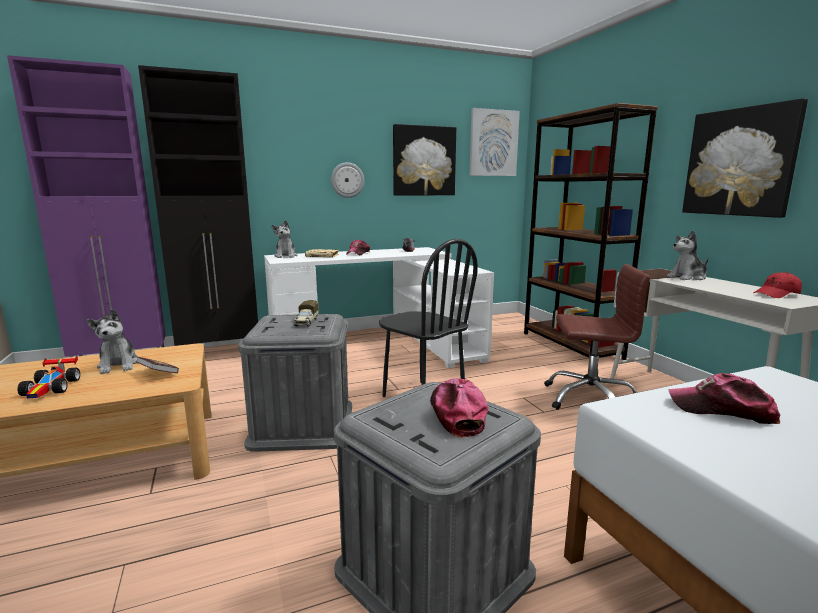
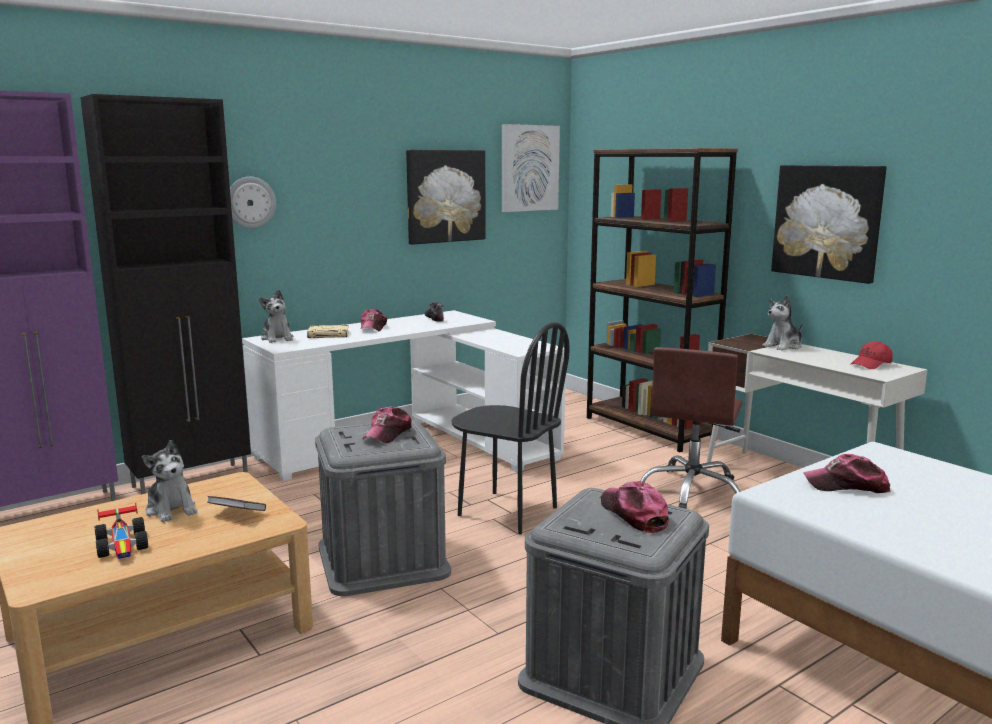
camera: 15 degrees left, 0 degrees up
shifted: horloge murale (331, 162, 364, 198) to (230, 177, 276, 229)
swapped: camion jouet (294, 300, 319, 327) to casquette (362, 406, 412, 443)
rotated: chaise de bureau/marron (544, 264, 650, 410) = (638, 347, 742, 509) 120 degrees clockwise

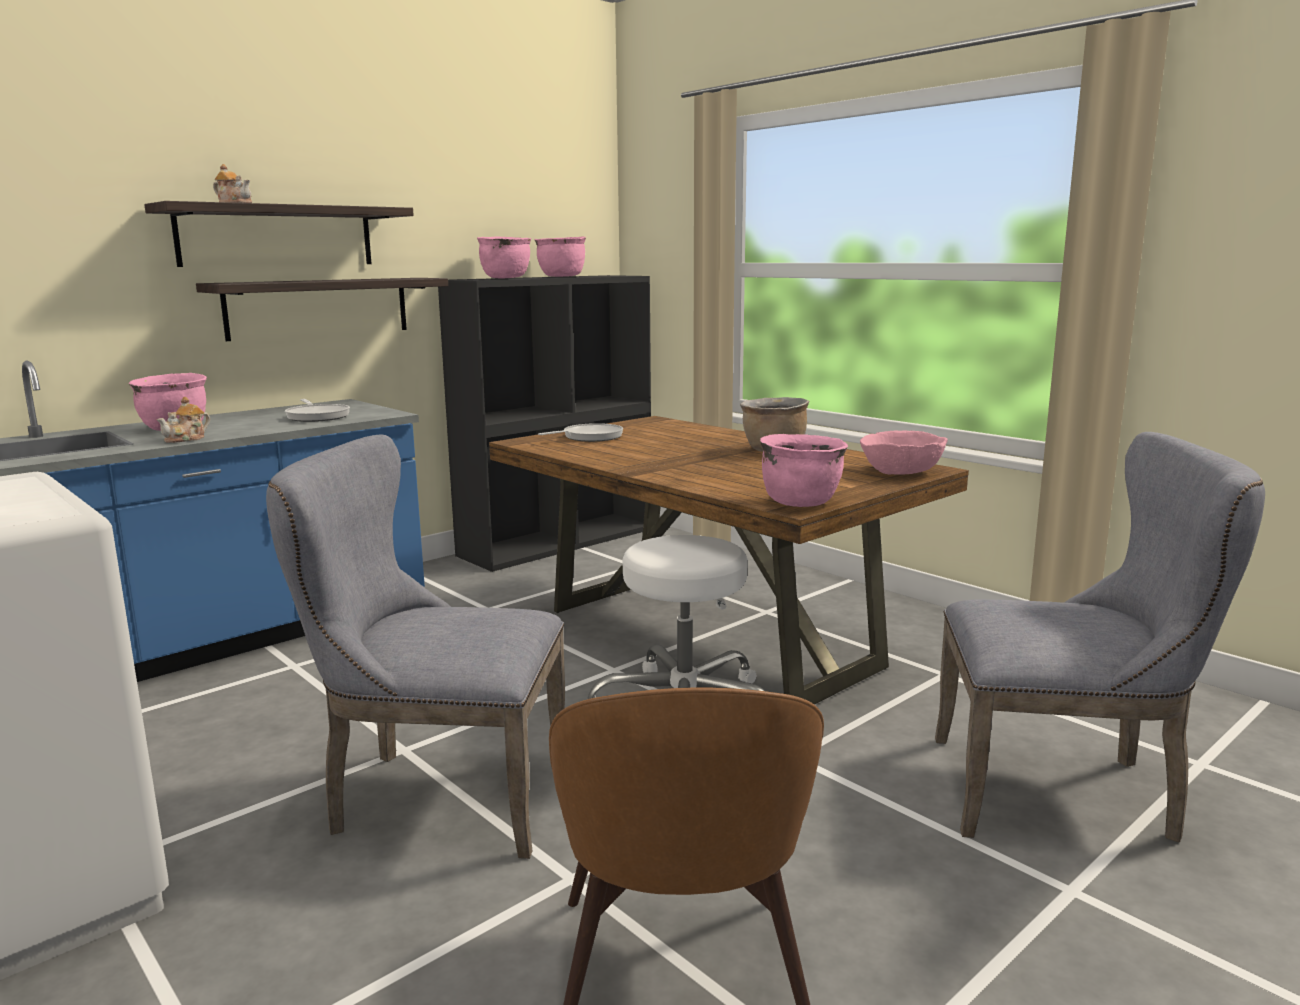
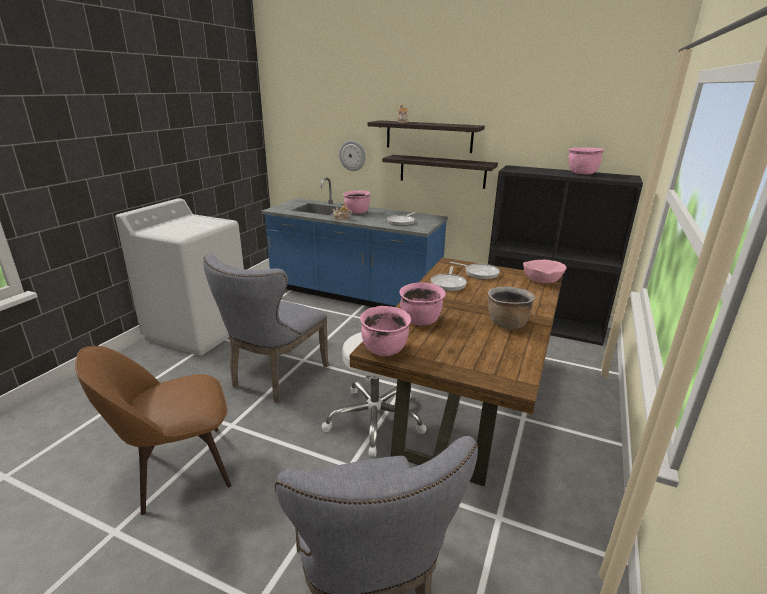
camera: 65 degrees right, 10 degrees up
new: horloge murale (339, 140, 366, 171); poêle (431, 266, 467, 291)
shifted: marmite/rose (477, 236, 531, 278) to (399, 282, 446, 326); bol/rose (860, 430, 948, 475) to (523, 260, 566, 283)
rotated: chaise/gris (266, 435, 565, 859) = (203, 254, 329, 403) 135 degrees counterclockwise

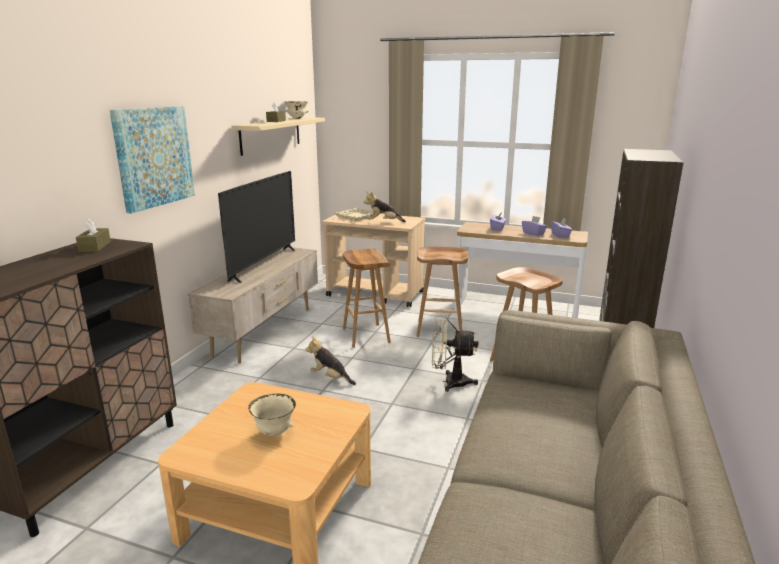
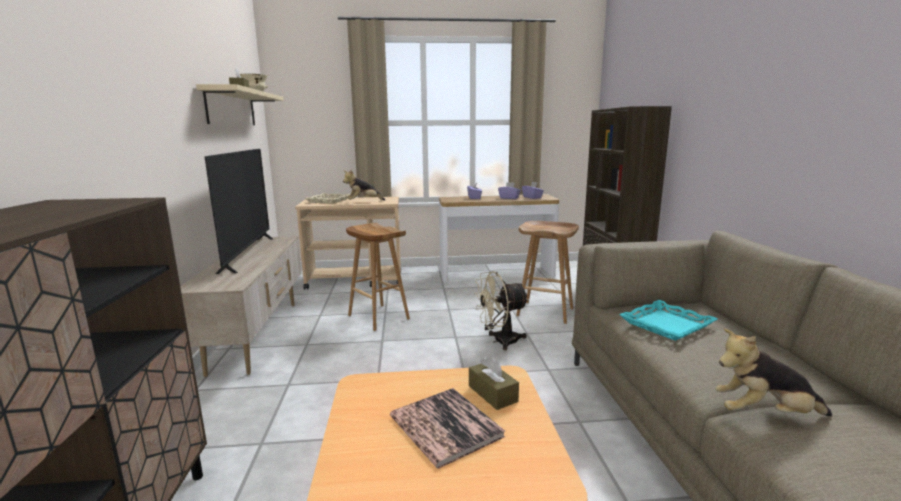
camera: 25 degrees left, 5 degrees down
gone: tableau (110, 106, 195, 214); tabouret/marron (417, 247, 468, 337)
new: plateau/turquoise (619, 300, 717, 341)
shifted: boîte à mouchoirs/marron (76, 218, 111, 252) to (469, 355, 519, 410); peluche (305, 336, 356, 385) to (715, 328, 832, 416)
swapped: bol/beige (248, 394, 296, 436) to livre (390, 388, 505, 469)

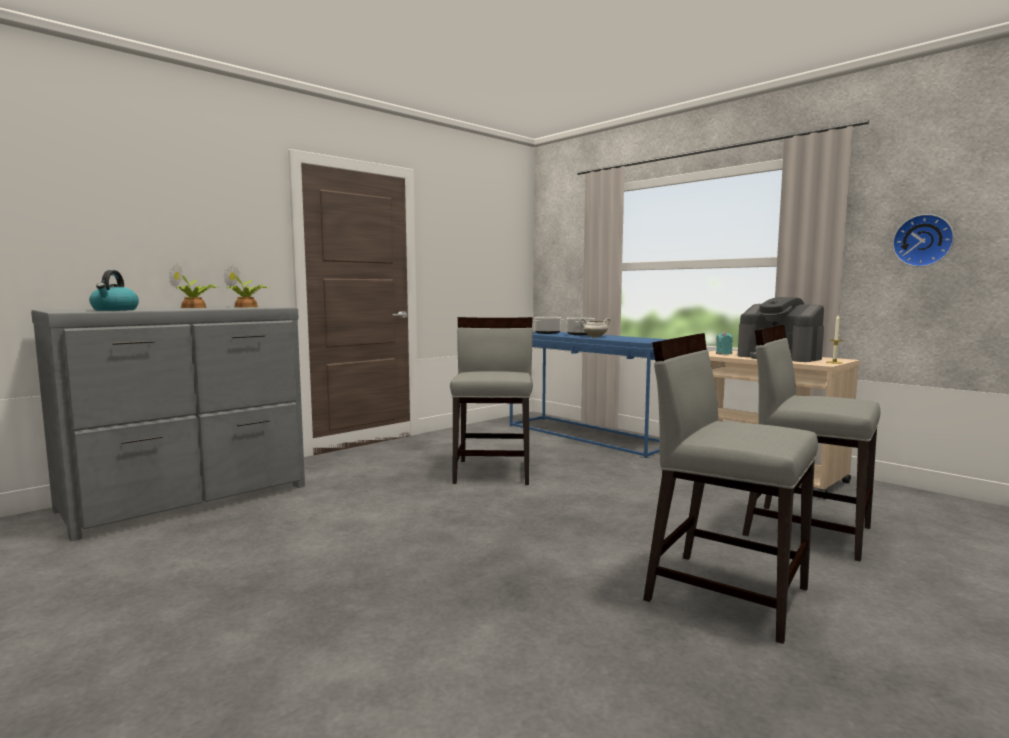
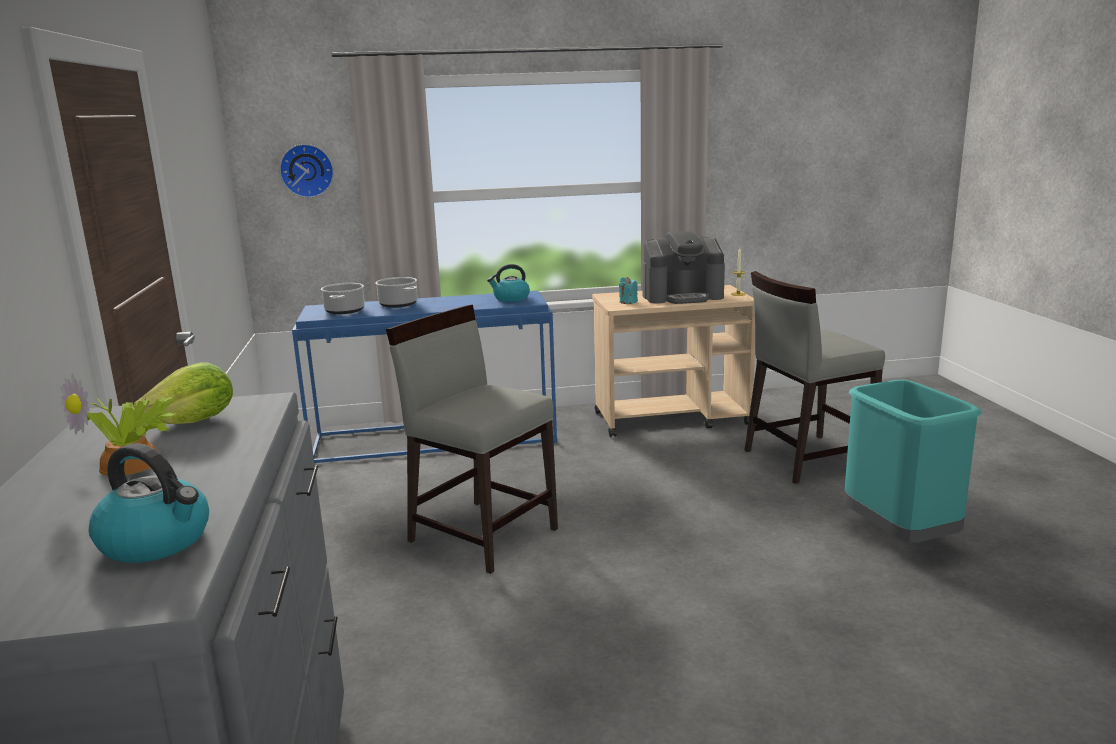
camera: 55 degrees left, 10 degrees up
gone: marmite/blanc (580, 318, 610, 337)
new: bouilloire (487, 264, 530, 302)
shifted: horloge murale (892, 214, 954, 267) to (279, 144, 334, 198)
swapped: plante en pot (223, 265, 270, 307) to laitue (134, 362, 233, 424); chaise/gris (643, 333, 818, 644) to poubelle/turquoise (844, 380, 982, 543)

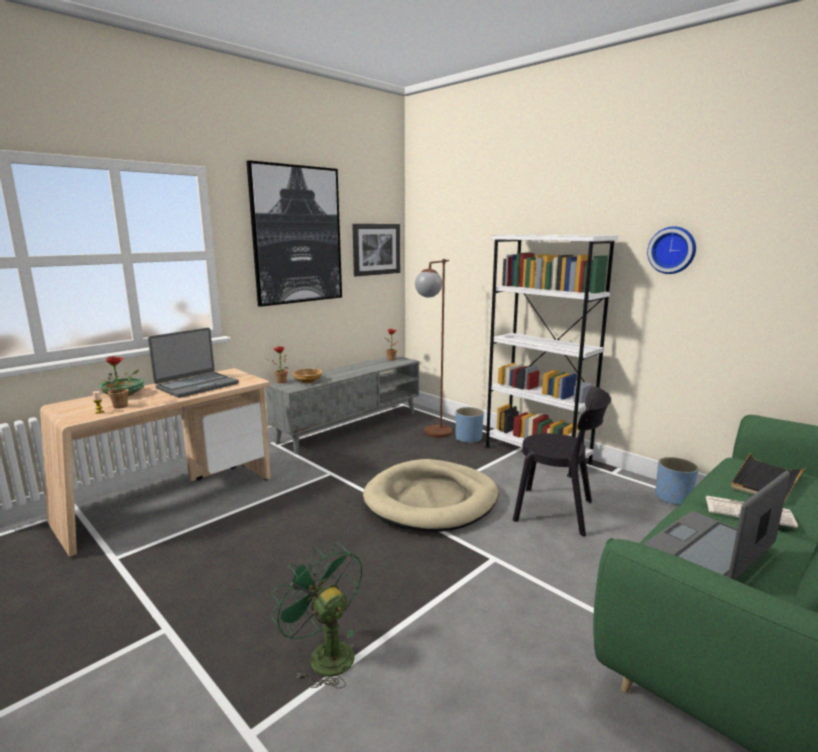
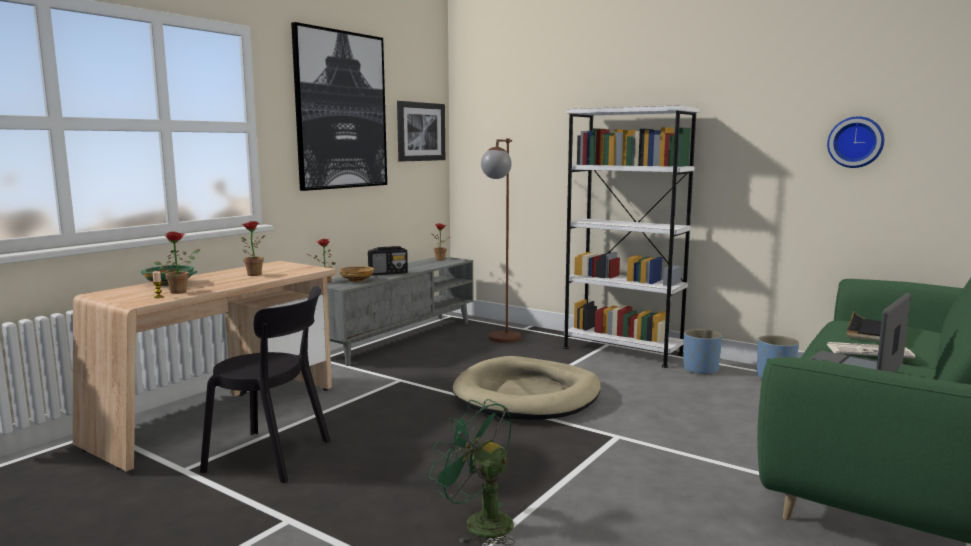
camera: 10 degrees left, 5 degrees down
new: radio (368, 246, 408, 275)
shifted: chaise/noir (513, 386, 611, 537) to (200, 286, 331, 483); cache-pot/bleu (456, 407, 484, 444) to (683, 329, 722, 375); horloge murale (647, 226, 696, 274) to (827, 116, 884, 168)
swapped: ordinateur portable (148, 328, 239, 398) to plante en pot (241, 221, 265, 276)

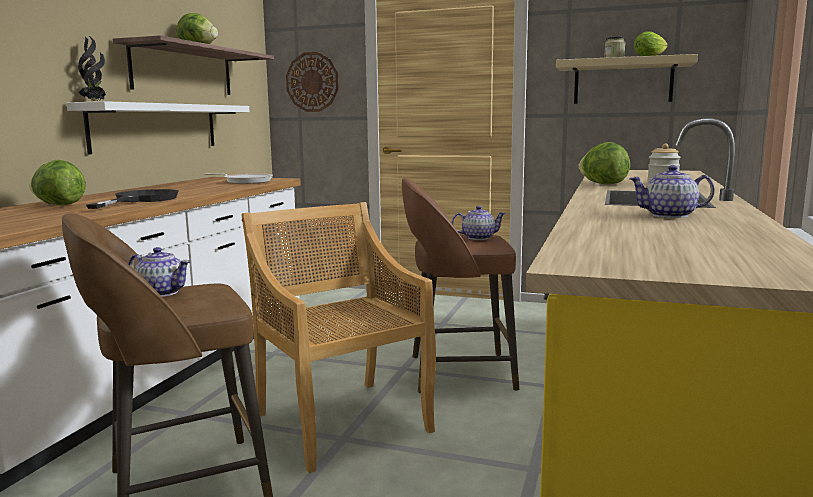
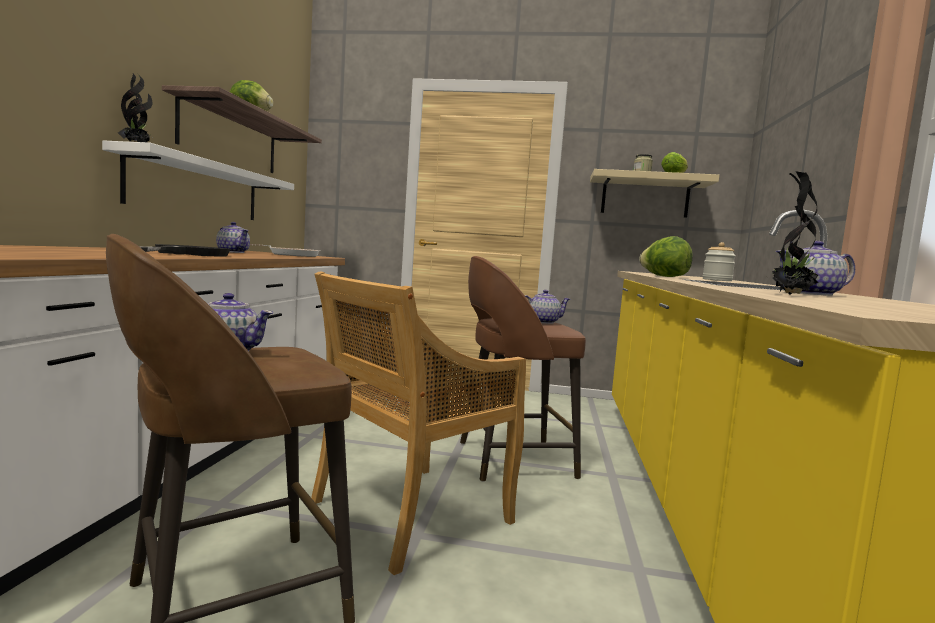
camera: 10 degrees left, 5 degrees down
gone: laitue (30, 160, 86, 206); horloge murale (286, 52, 339, 112)
new: théière (216, 222, 250, 253); plante en pot (768, 171, 818, 295)
rotated: chaise/beige (241, 202, 436, 473) = (311, 271, 526, 575) 90 degrees counterclockwise

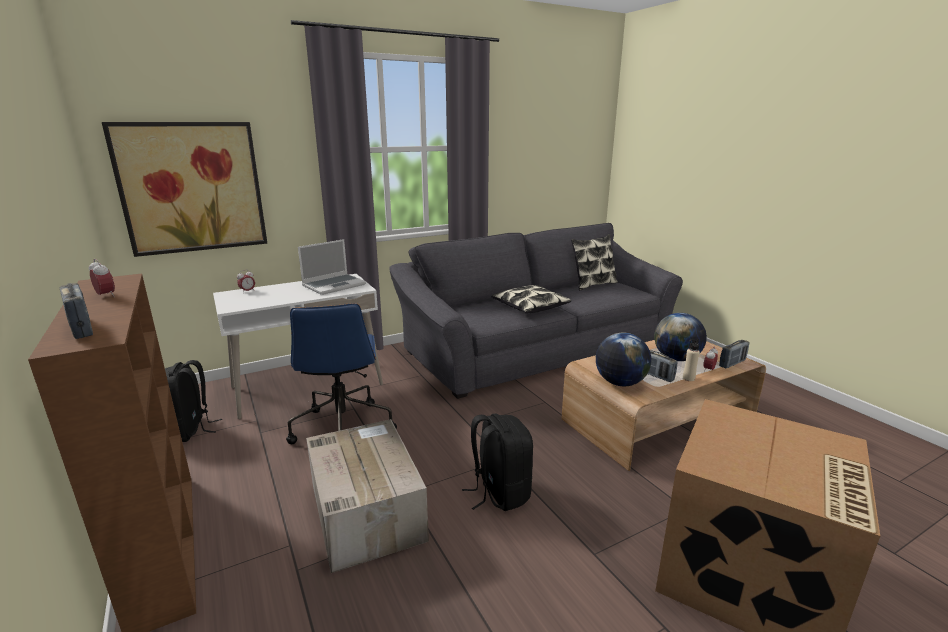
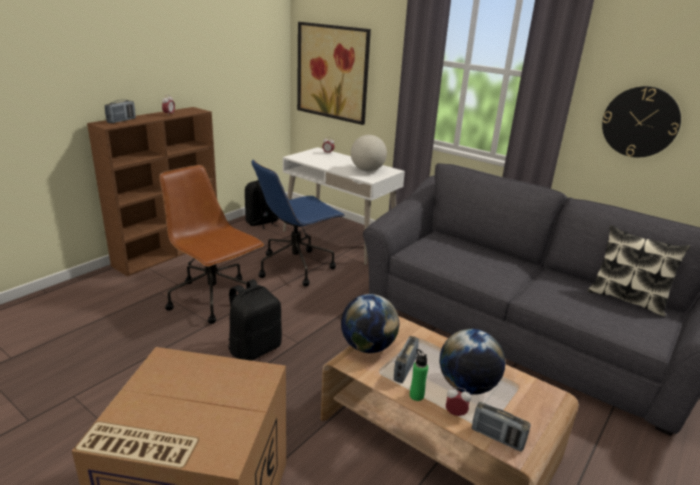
camera: 65 degrees right, 5 degrees up
gone: coussin (491, 285, 571, 313)
new: horloge murale (602, 86, 681, 157)
swapped: carton (306, 419, 429, 573) to chaise de bureau/marron (159, 165, 264, 324); ordinateur portable (298, 239, 366, 295) to globe (351, 135, 387, 172)
repainted: bouteille/beige (683, 339, 700, 381) to bouteille/vert (410, 349, 428, 401)

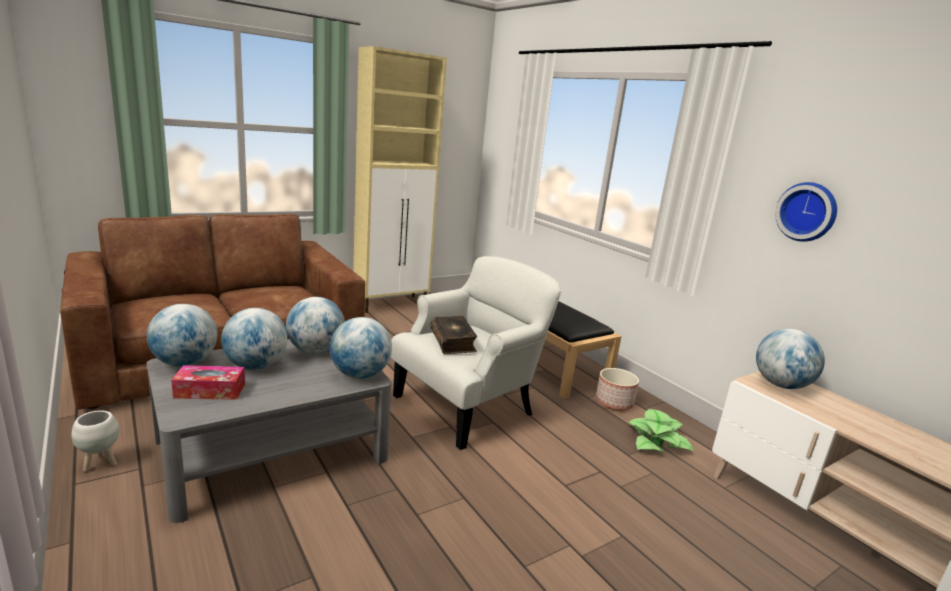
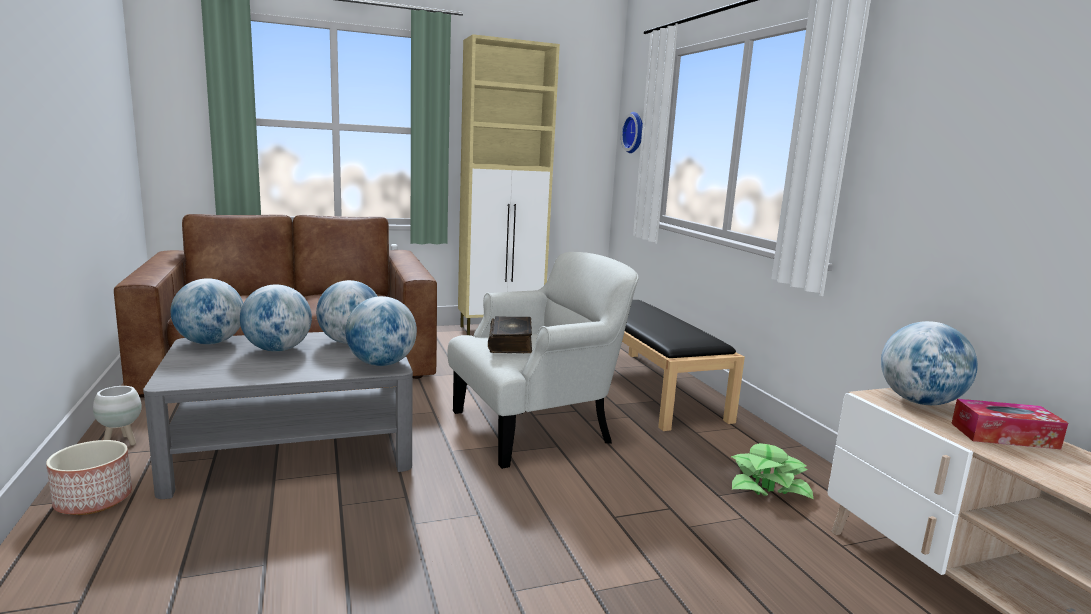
camera: 15 degrees right, 5 degrees down
shifted: cache-pot (596, 368, 639, 411) to (46, 440, 132, 515); horloge murale (775, 182, 837, 242) to (621, 112, 643, 153); boîte à mouchoirs (171, 365, 245, 400) to (951, 399, 1068, 449)

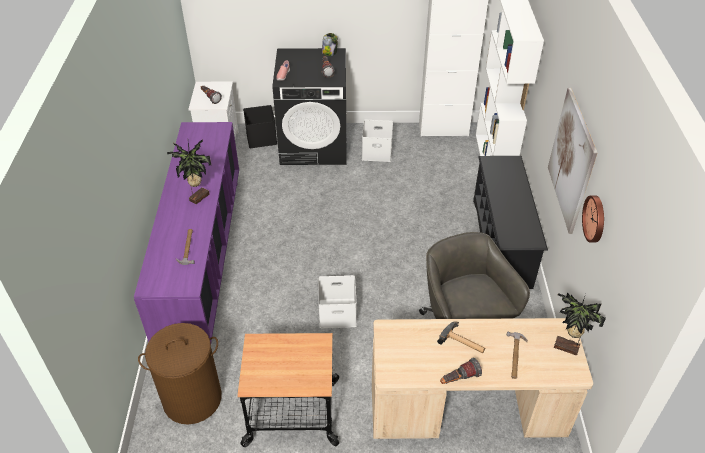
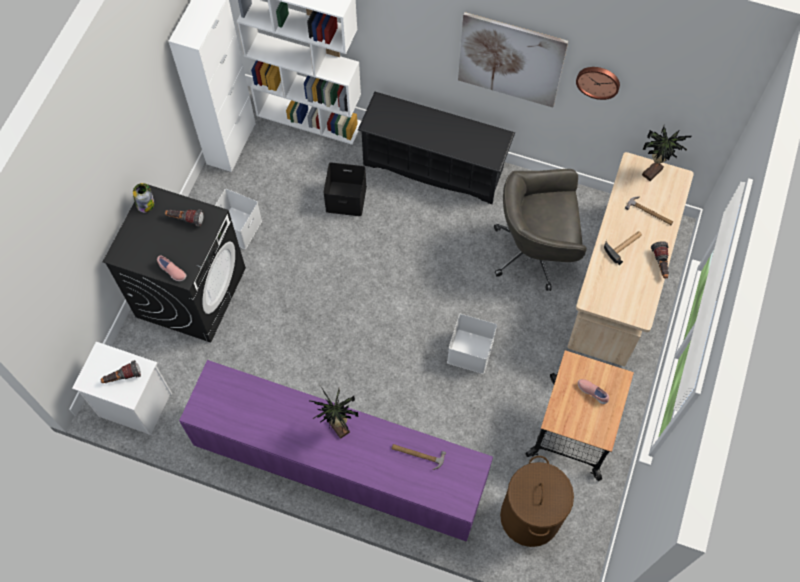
camera: 70 degrees left, 20 degrees up
new: chaussure/rose (578, 379, 609, 404)
shifted: boîte de rangement/noir (243, 105, 277, 148) to (323, 162, 367, 216)

